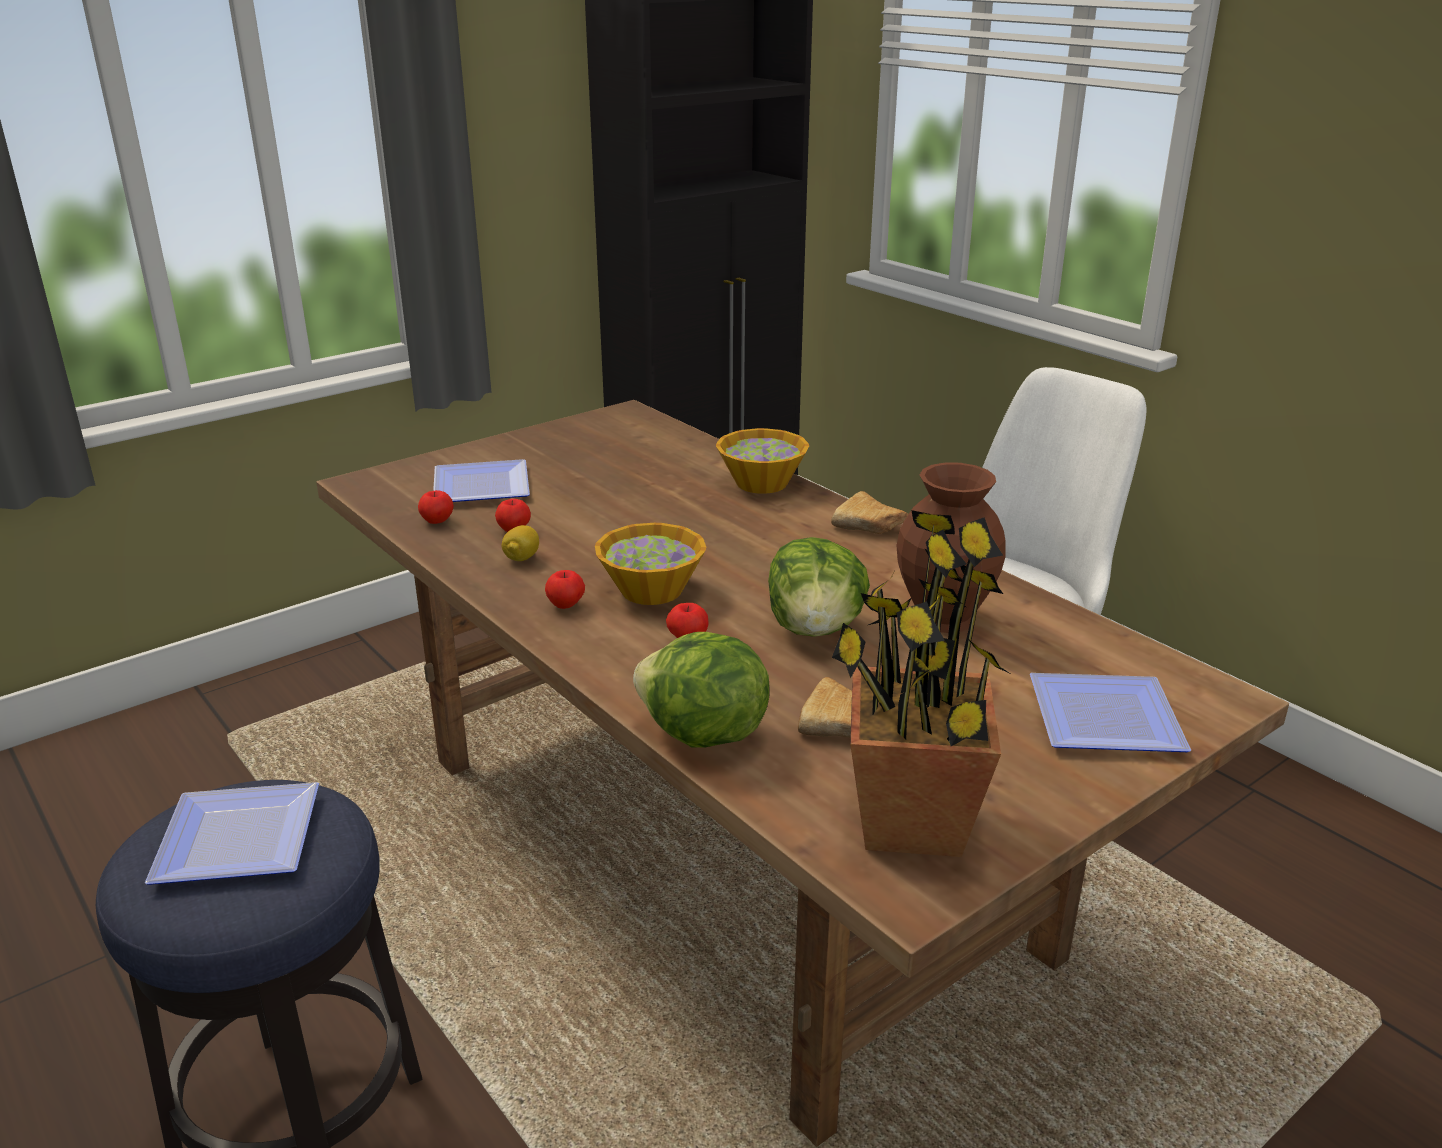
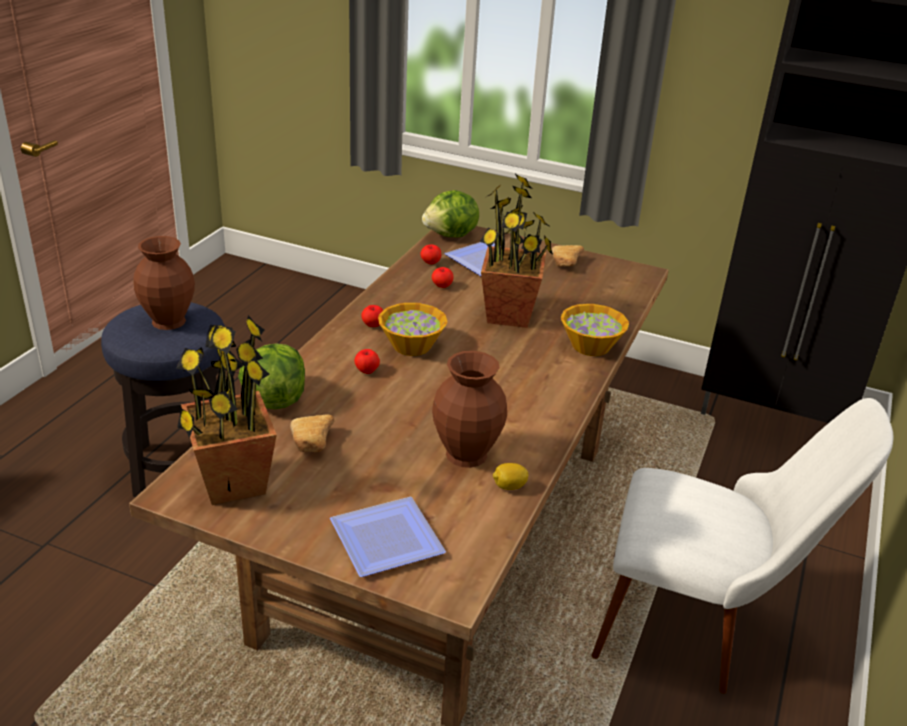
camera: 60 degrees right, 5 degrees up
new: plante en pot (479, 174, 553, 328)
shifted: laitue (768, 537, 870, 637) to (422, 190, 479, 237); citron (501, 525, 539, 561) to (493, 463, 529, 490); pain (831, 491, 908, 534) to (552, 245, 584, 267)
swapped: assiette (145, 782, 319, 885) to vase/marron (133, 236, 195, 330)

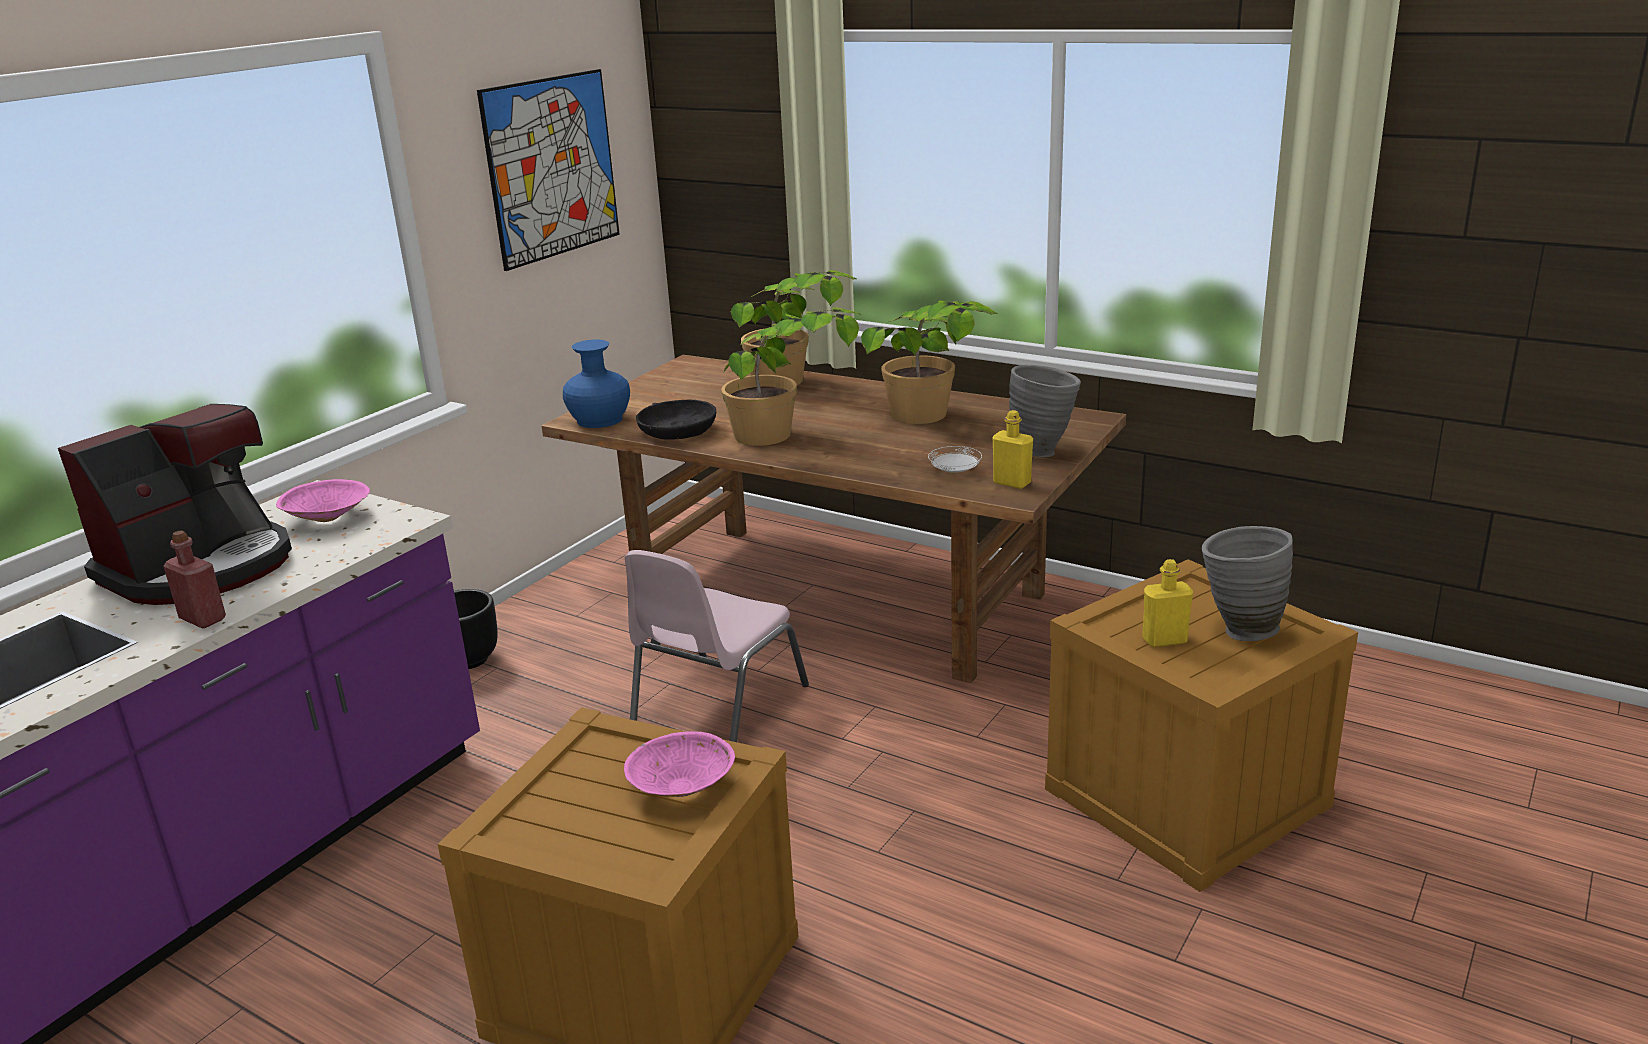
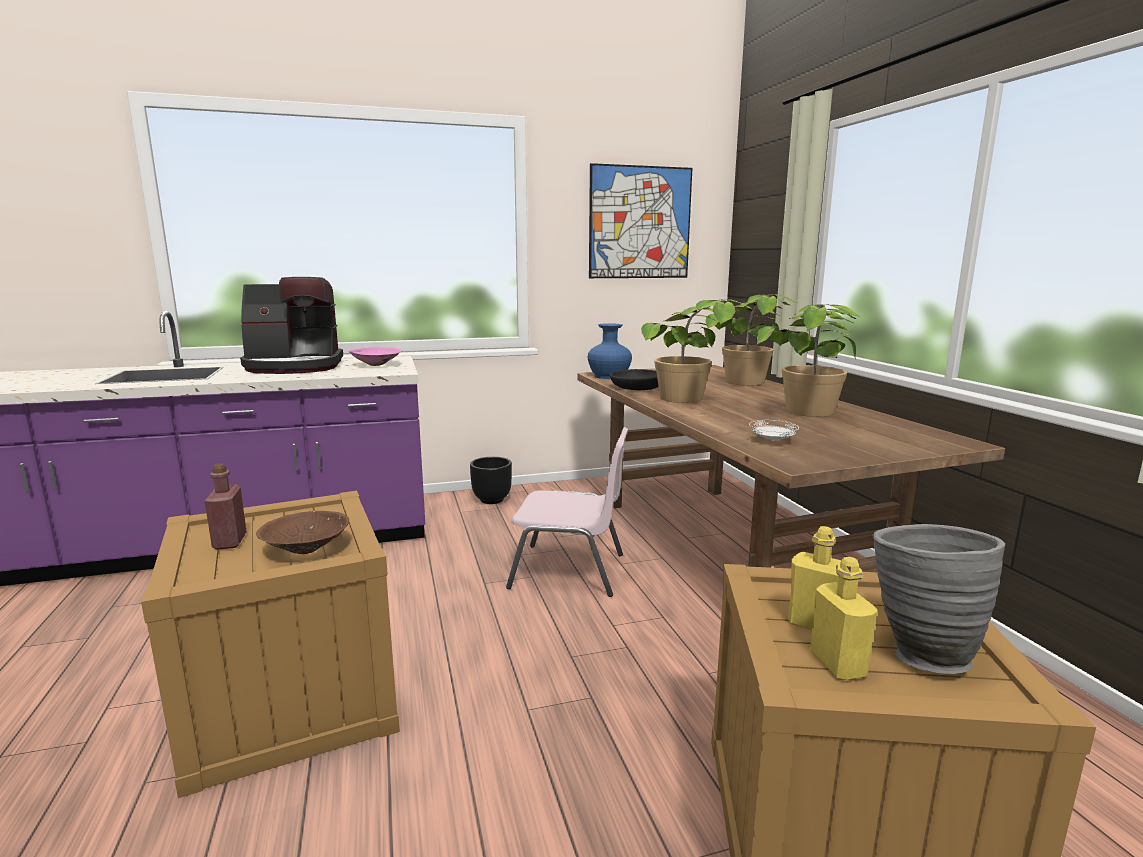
camera: 40 degrees right, 10 degrees down
gone: vase/gris (1009, 365, 1081, 457)
shifted: bouteille/rouge (163, 531, 226, 628) to (205, 464, 247, 550); bouteille/jaune (993, 410, 1033, 489) to (810, 557, 877, 680)
repainted: bol/rose (624, 731, 735, 797) to bol/marron (256, 511, 349, 554)
rotated: chaise/rose (625, 550, 809, 742) = (506, 427, 629, 597) 150 degrees counterclockwise

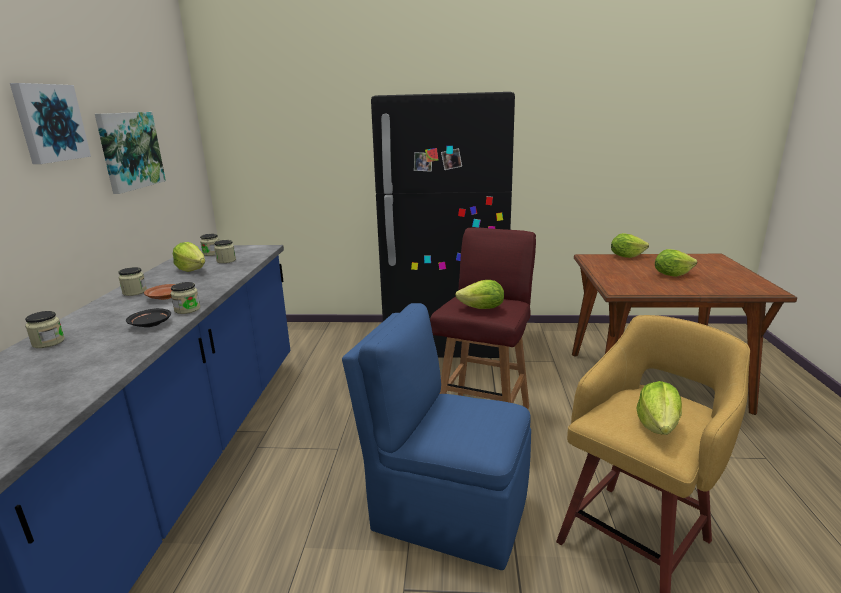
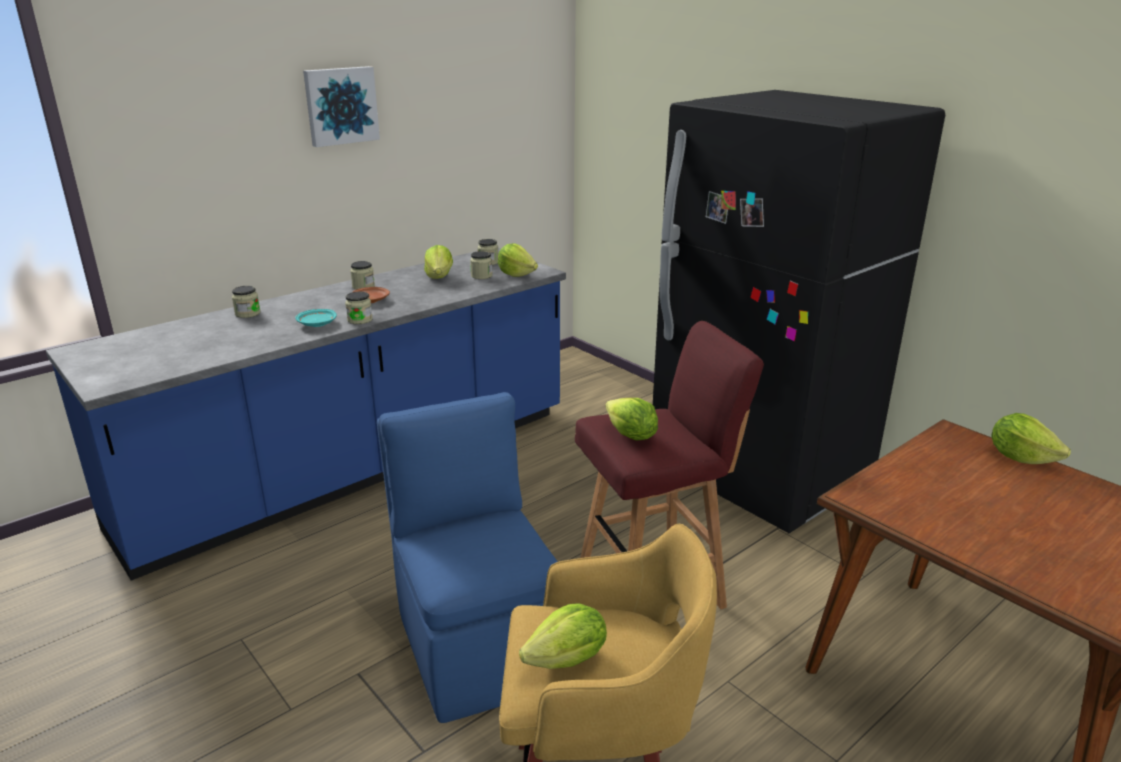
camera: 45 degrees right, 5 degrees up
gone: tableau (95, 112, 166, 194)
shifted: laitue (655, 249, 697, 277) to (498, 244, 538, 277)
repainted: assiette/noir (126, 308, 171, 327) to assiette/turquoise (295, 309, 337, 327)

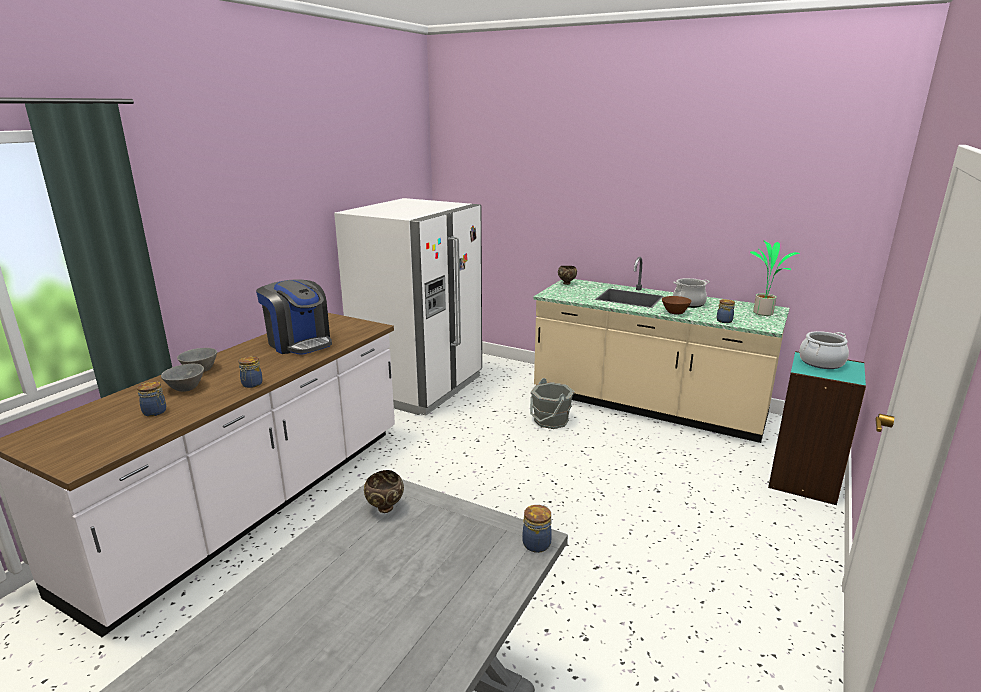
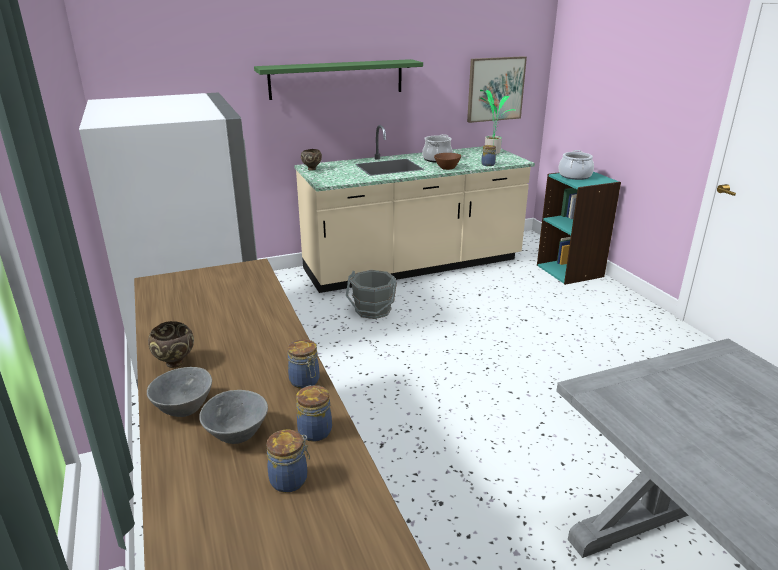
camera: 50 degrees left, 5 degrees up
gone: machine à café (256, 279, 332, 355)
new: étagère/vert (254, 59, 423, 100); tableau (467, 56, 527, 123)
shifted: bol/marron (364, 470, 404, 513) to (148, 321, 194, 368); bocal (522, 505, 552, 553) to (296, 385, 332, 442)

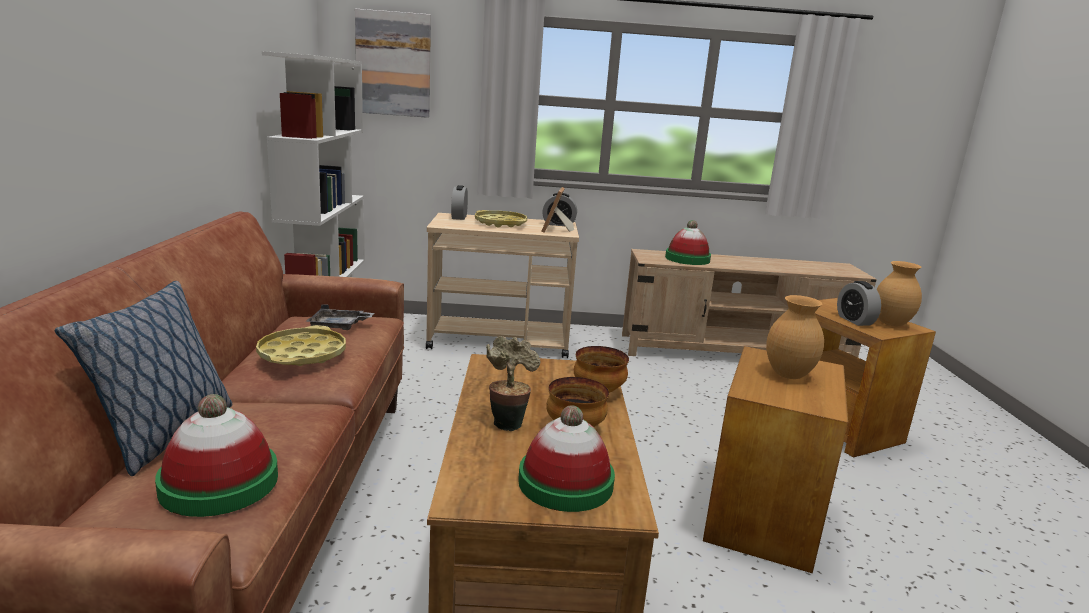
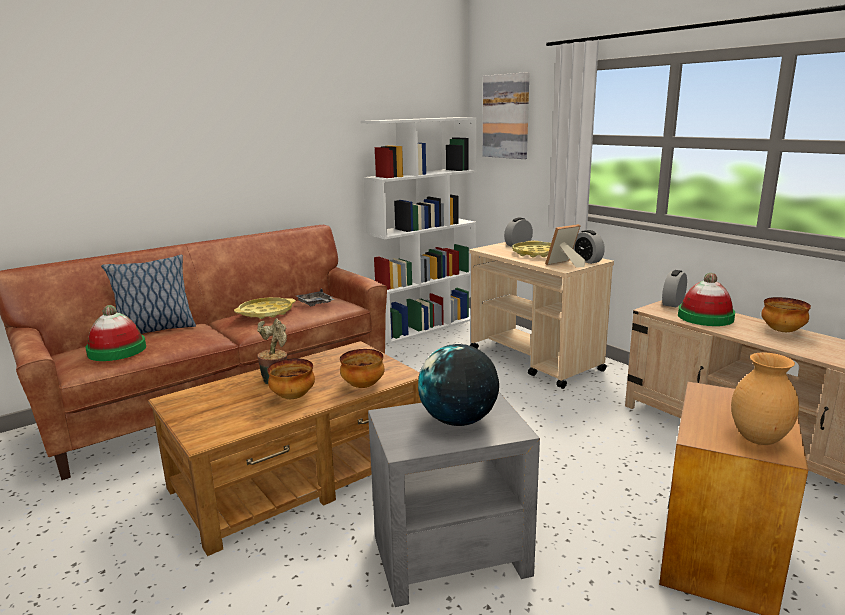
camera: 55 degrees right, 0 degrees up
gone: chapeau (518, 405, 615, 512)
new: bol (761, 297, 811, 332)
shifted: réveil (837, 281, 881, 326) to (662, 270, 687, 308)
swapped: vase/marron (766, 295, 824, 379) to globe (418, 344, 499, 426)
repainted: table d'appoint/marron (703, 346, 848, 573) to table d'appoint/gris (368, 392, 540, 607)

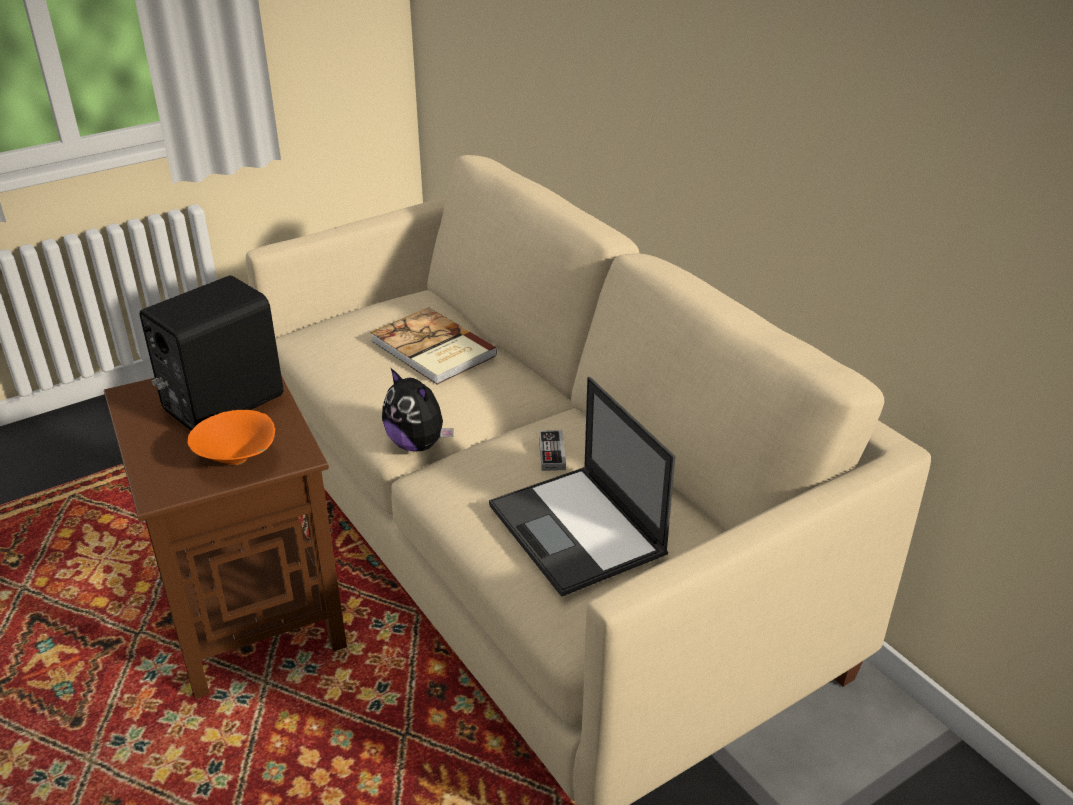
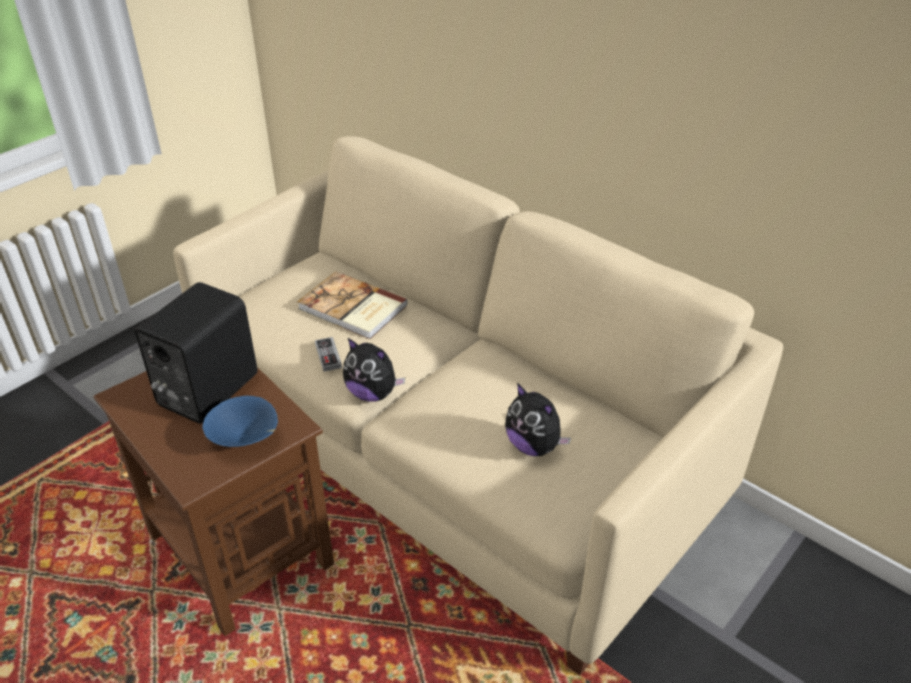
camera: 15 degrees left, 5 degrees up
shifted: manette (539, 430, 566, 471) to (315, 337, 342, 372)
swapped: ordinateur portable (489, 377, 676, 597) to peluche (505, 383, 571, 456)
repainted: bol/orange (188, 410, 275, 465) to bol/bleu (202, 396, 278, 447)

